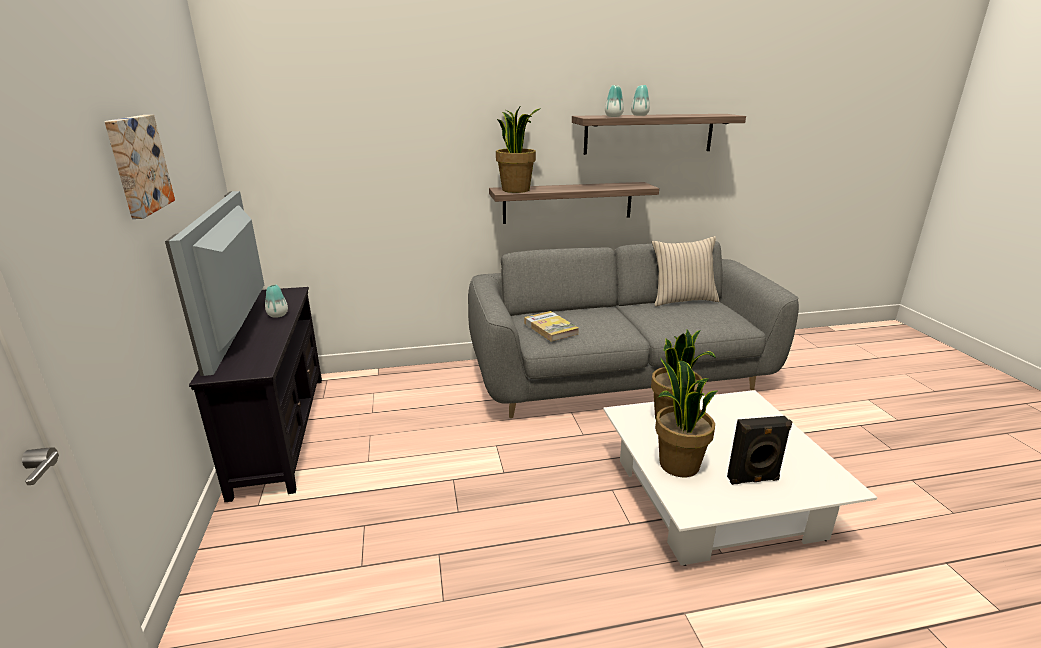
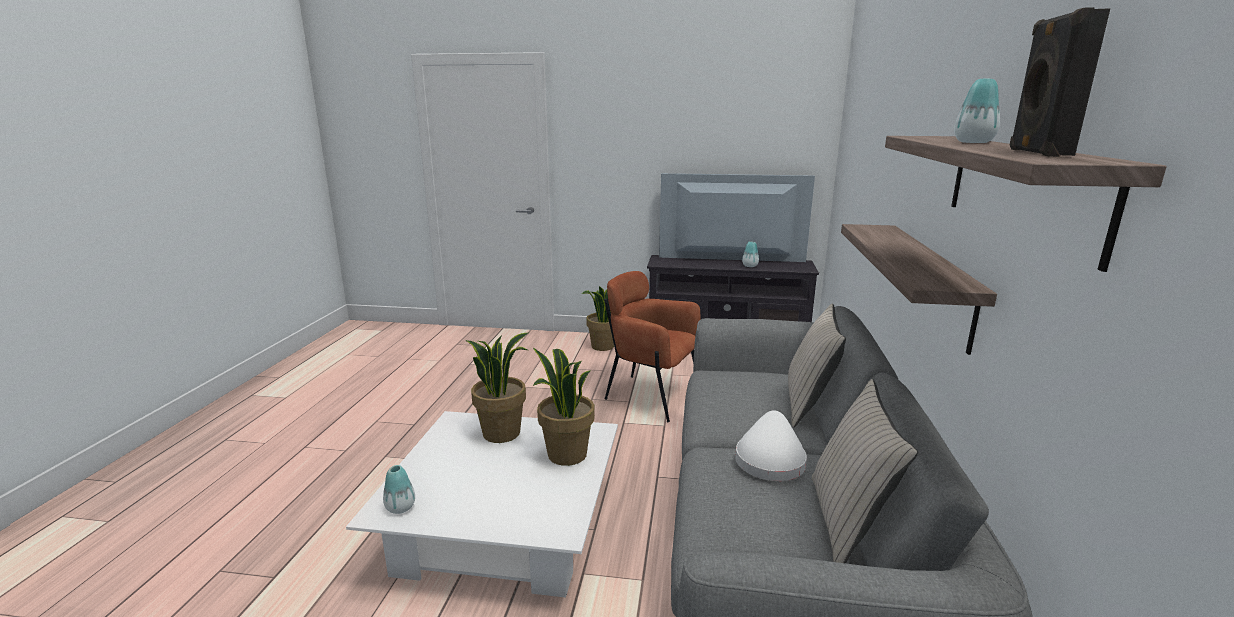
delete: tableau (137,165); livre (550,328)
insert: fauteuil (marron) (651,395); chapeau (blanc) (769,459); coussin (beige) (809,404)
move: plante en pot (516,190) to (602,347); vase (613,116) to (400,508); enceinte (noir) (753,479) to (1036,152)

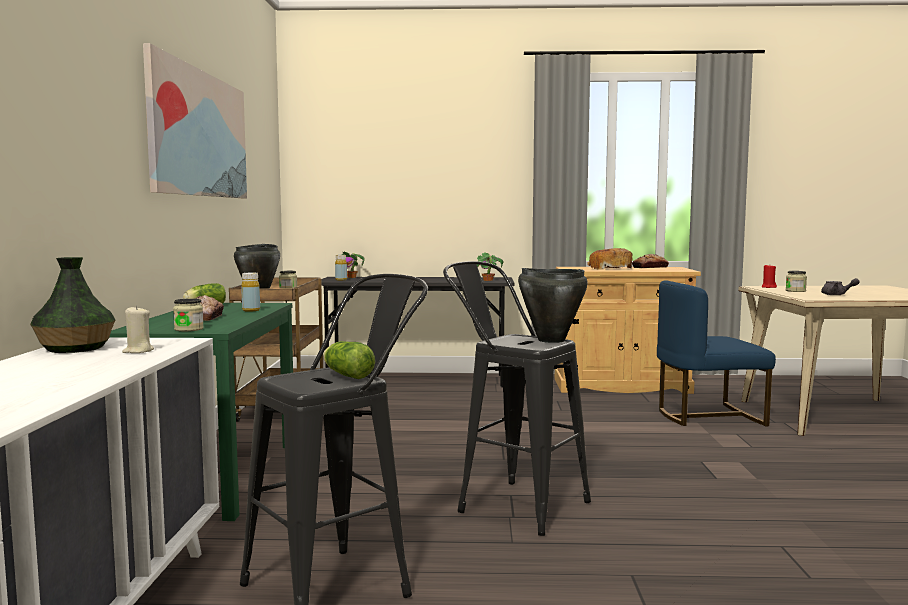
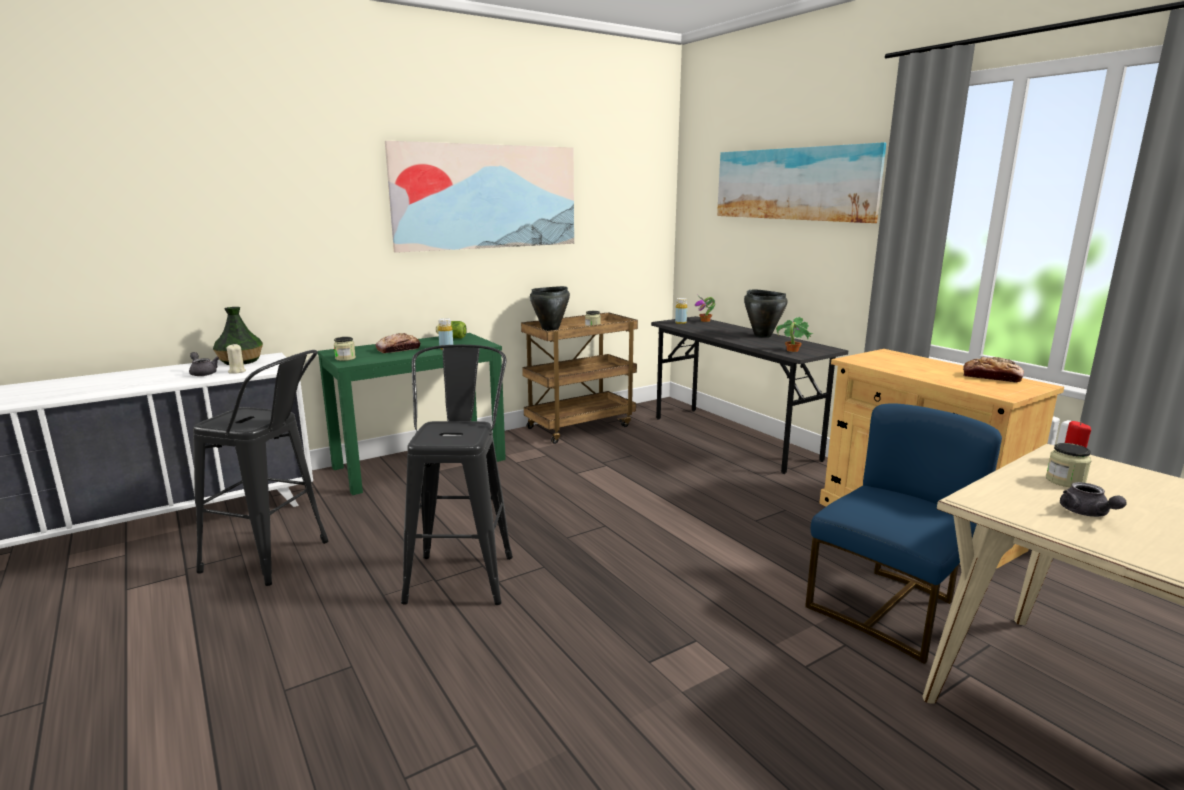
delete: laitue (346,375); pain (609,269)
insert: théière (gris) (203,373); tableau (793,184)
move: marmite (noir) (550,340) to (762,336)
rotate: chaise (bleu) (707,416) = (889,608) 90 degrees clockwise

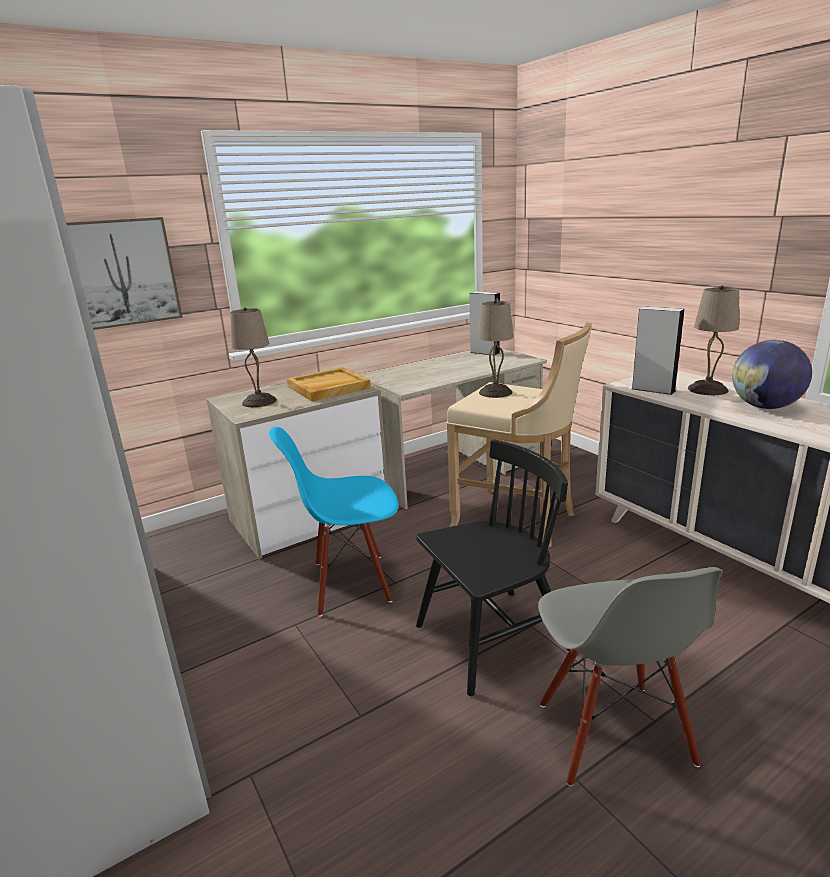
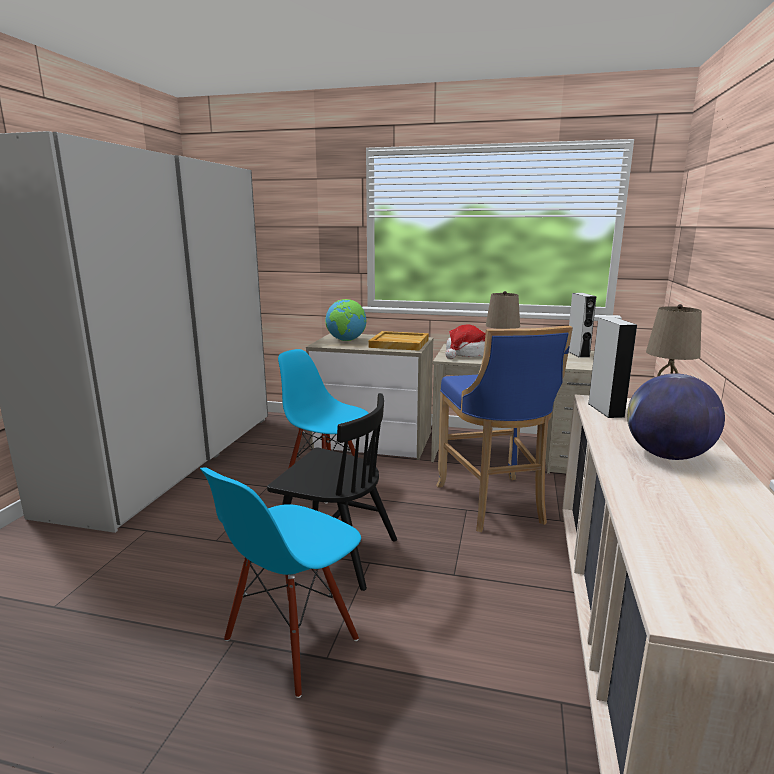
delete: tableau (119,273)
insert: chapeau (468,354)
replace: lampe de table (beige) (260,401) to globe (346,340)
recolor: tabouret (beige) (518,520) to tabouret (bleu) (494,505); chaise (gris) (613,734) to chaise (bleu) (291,642)

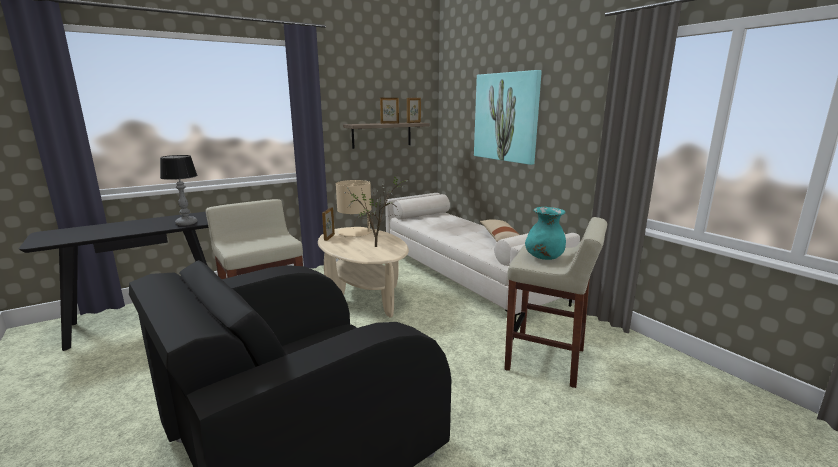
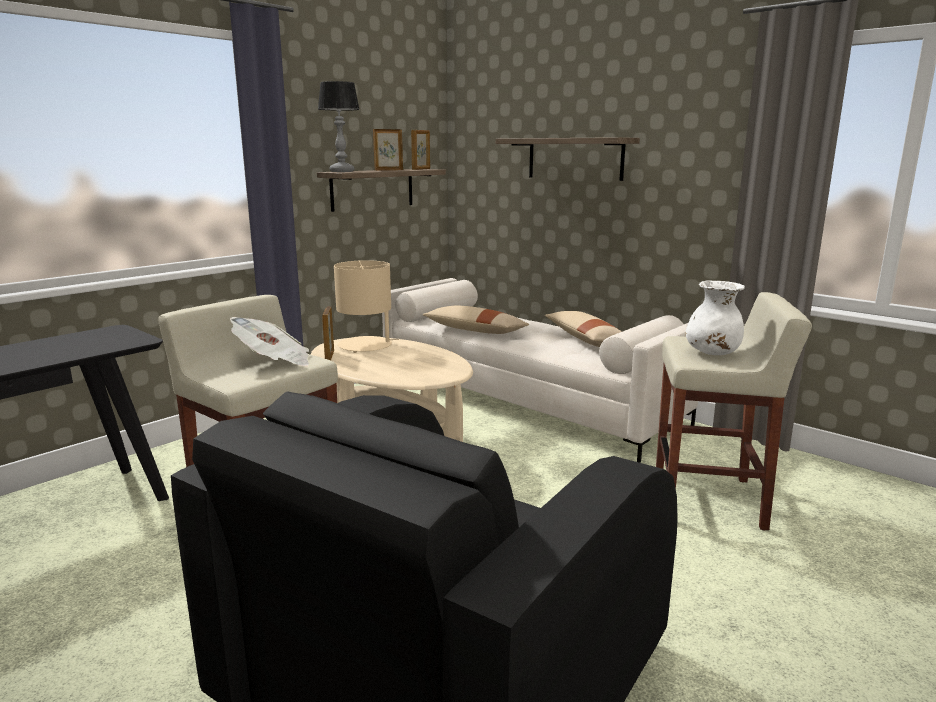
delete: plante en pot (378,246)
insert: journal (274,361); coussin (beige) (475,331)
move: lampe de table (187,223) to (342,171)
replace: tableau (506,117) to étagère (575,158)
recolor: vase (turquoise) (544,258) to vase (blanc) (712,353)

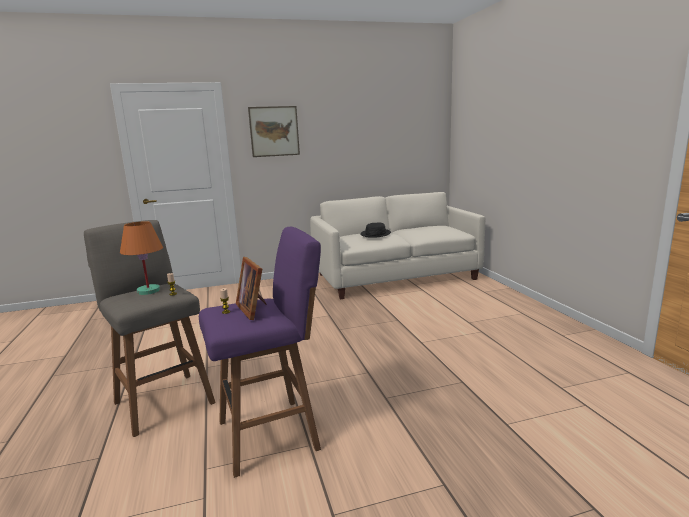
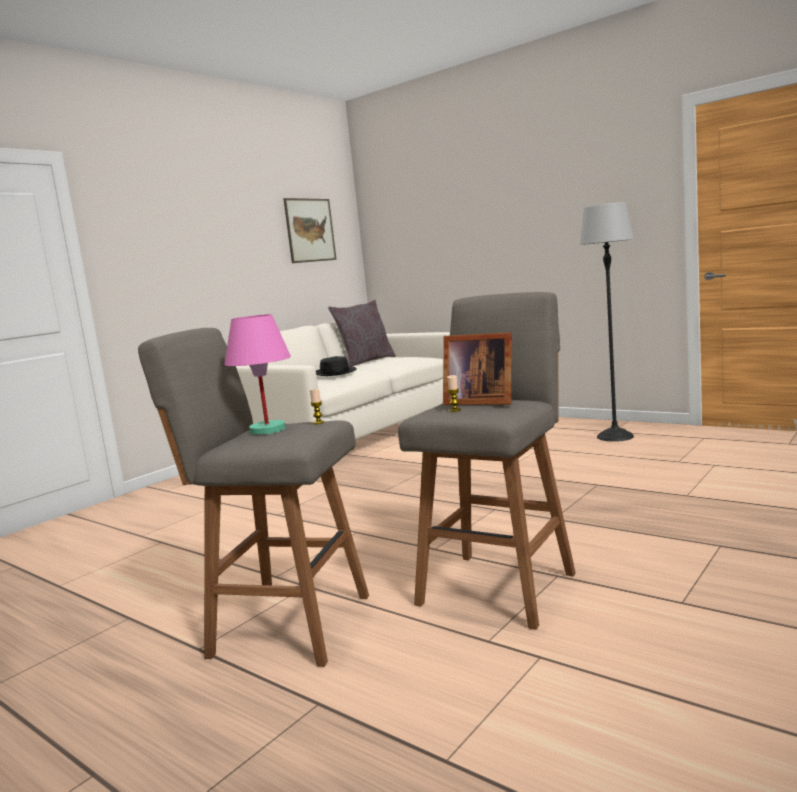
insert: coussin (gris) (366,361); lampadaire (615,436)
move: tableau (274,131) to (310,230)
recolor: lampe de table (orange) (149,291) to lampe de table (rose) (267,430); tabouret (violet) (272,434) to tabouret (gris) (499,586)

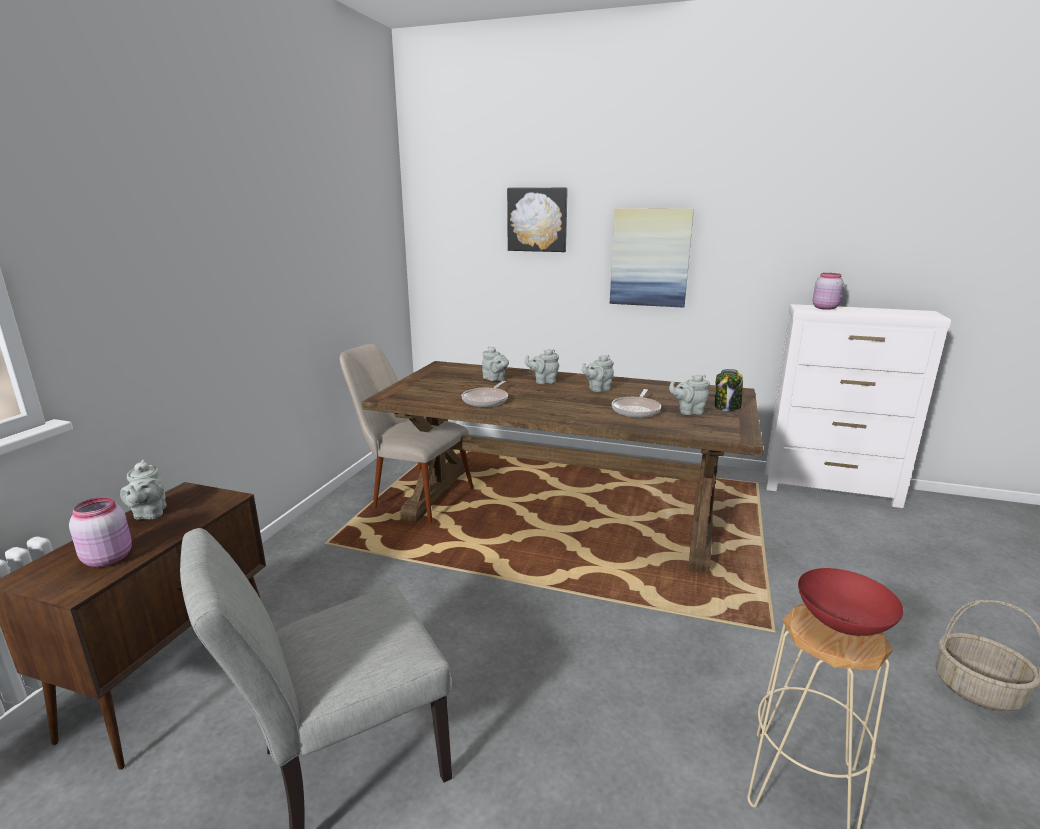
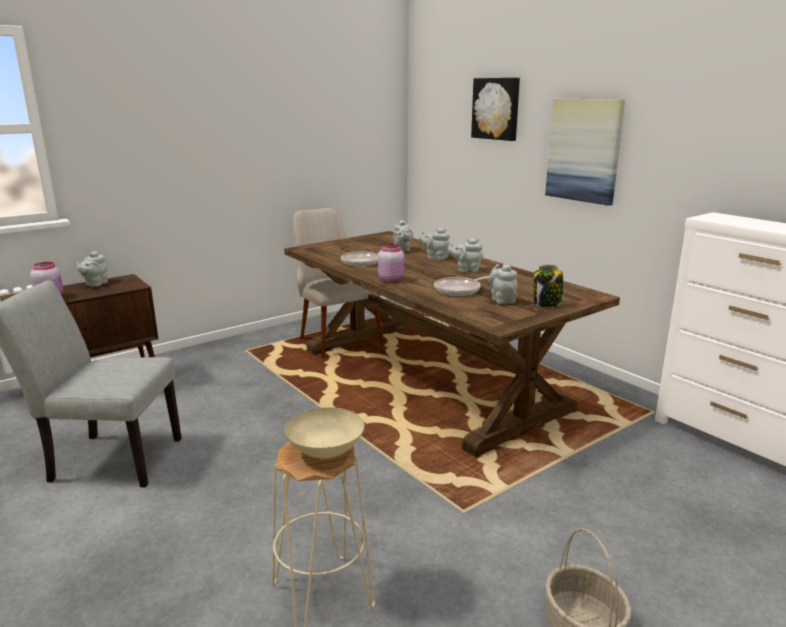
move: bocal (rose) (824,308) to (391,280)
recolor: bol (rouge) (840,623) to bol (beige) (326,451)
rotate: théière (gris) (689,411) = (502,300) 45 degrees clockwise

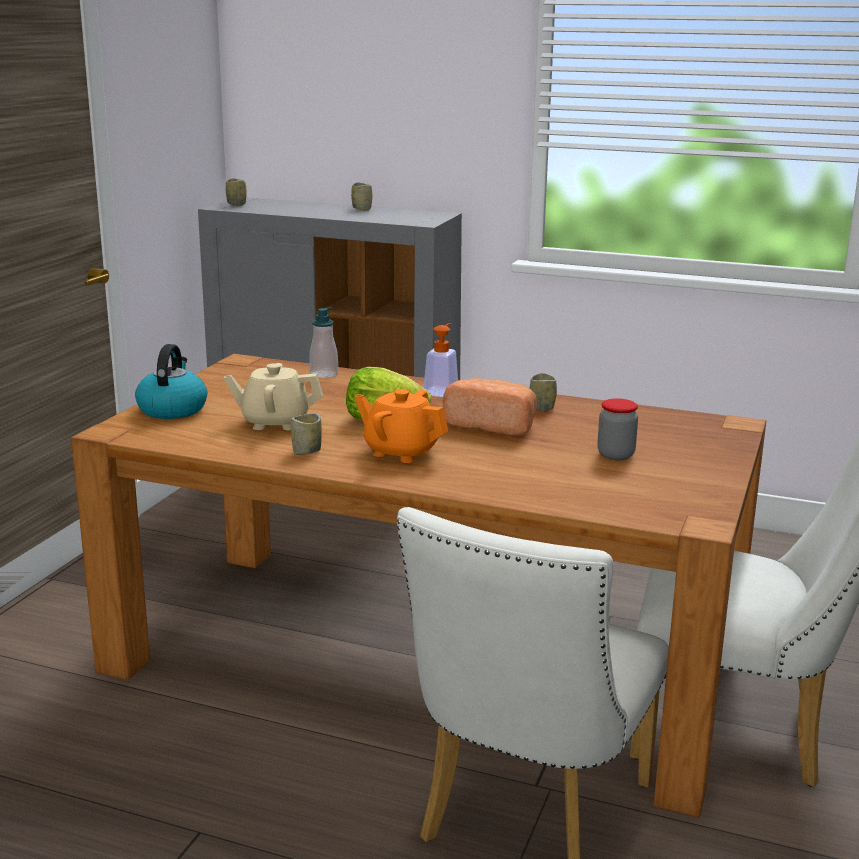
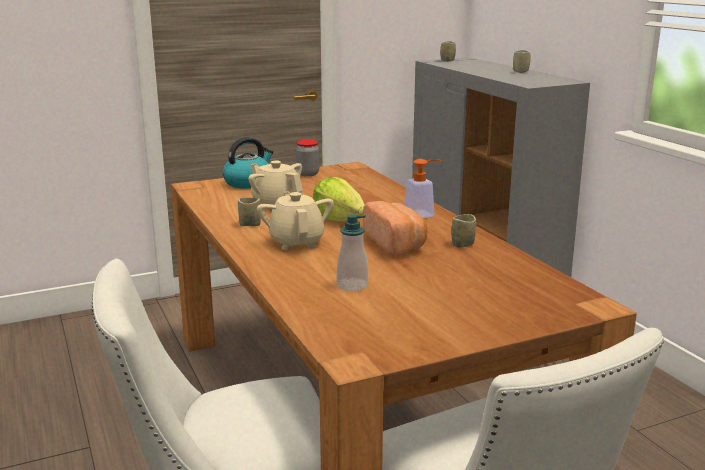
move: distributeur de savon (324,374) to (352,285); bocal (615,455) to (308,174)
recolor: théière (orange) (400,452) to théière (beige) (296,242)

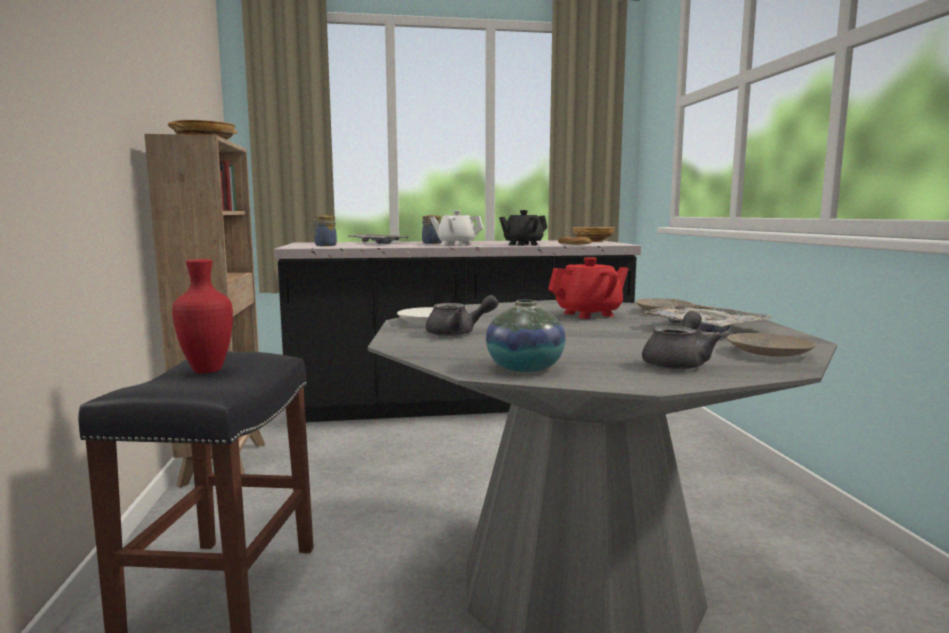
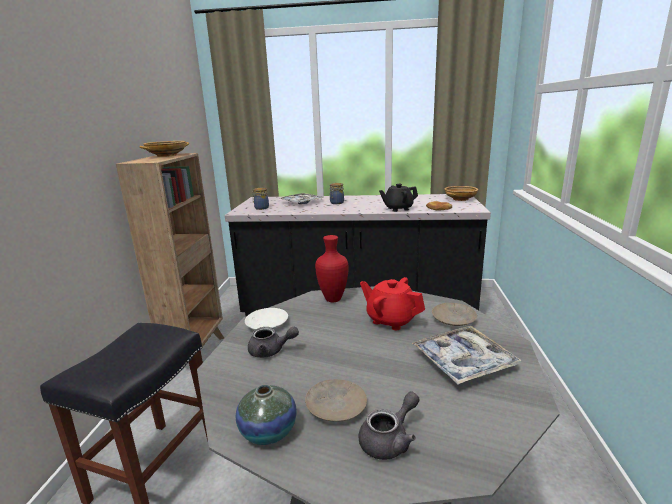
delete: théière (blanc) (456,244)
move: vase (rouge) (208,371) to (333,299); assiette (beige) (767,353) to (335,406)
rotate: théière (rouge) (589,314) = (391,320) 135 degrees counterclockwise

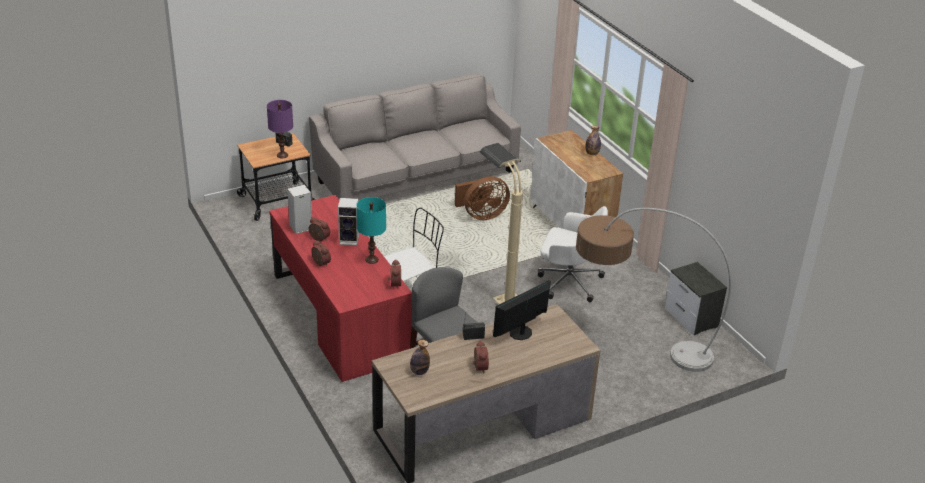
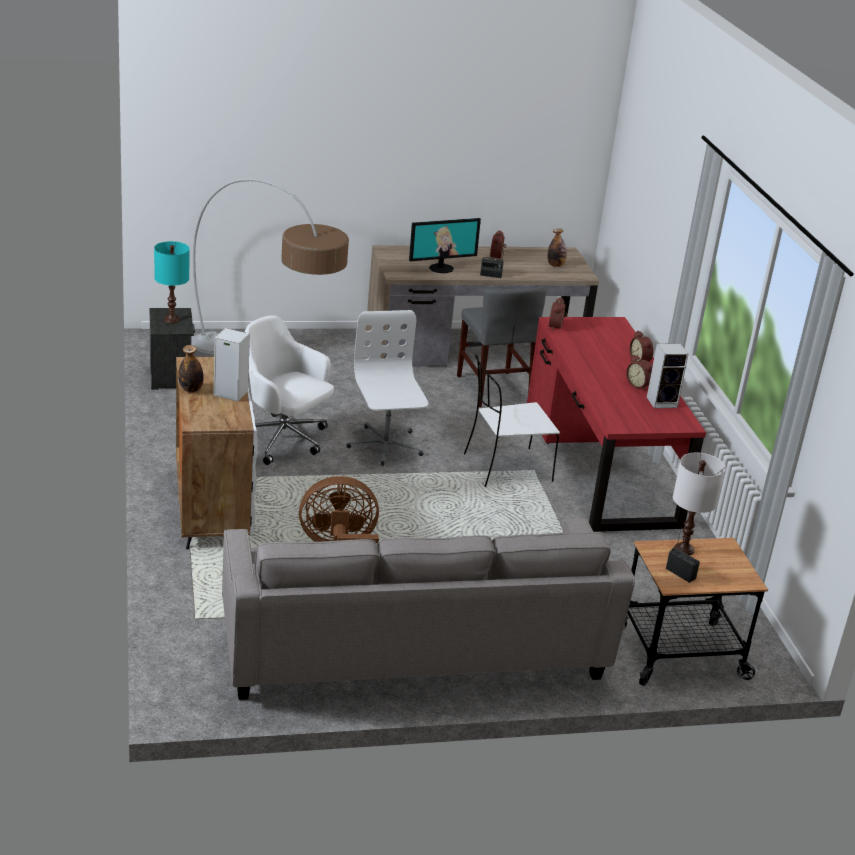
move: enceinte (350,240) to (229,393); lampe de table (turquoise) (371,260) to (172,320)
replace: lampadaire (beige) (499,294) to chaise de bureau (blanc) (385,446)
recolor: lampe de table (violet) (282,155) to lampe de table (blanc) (683,549)

